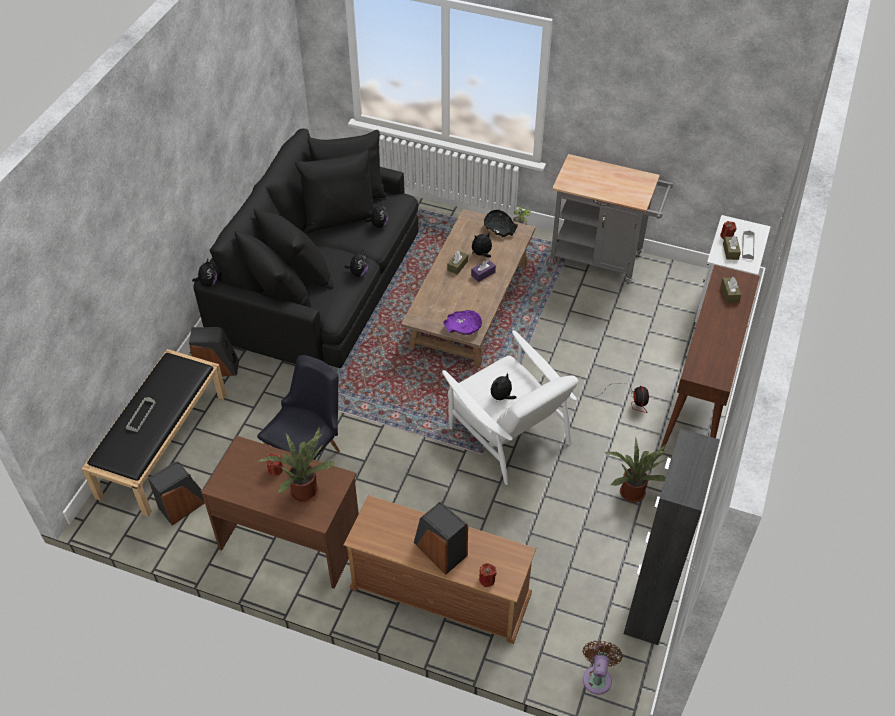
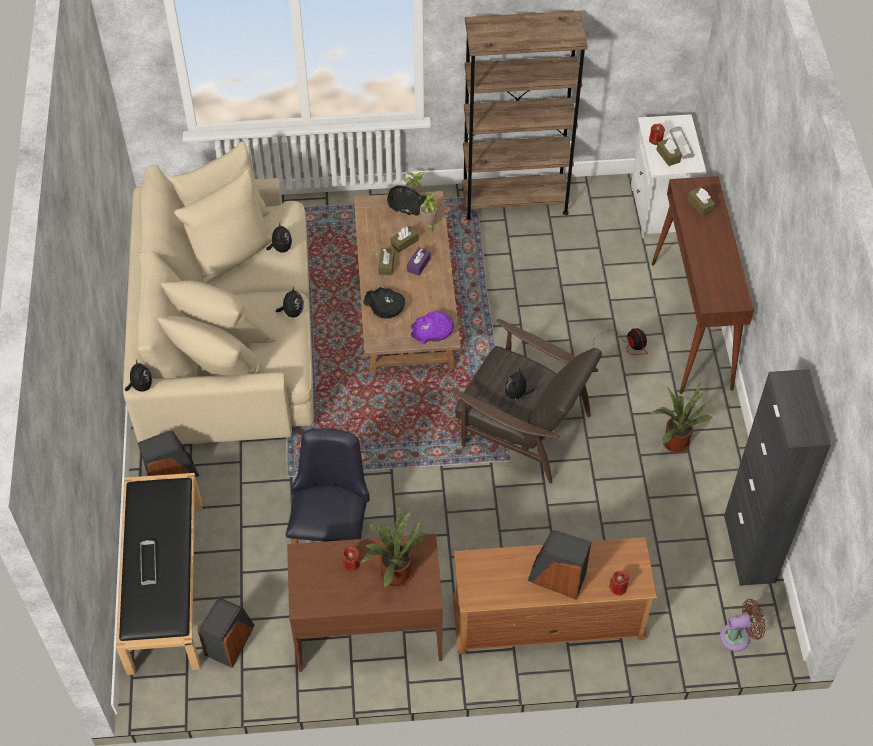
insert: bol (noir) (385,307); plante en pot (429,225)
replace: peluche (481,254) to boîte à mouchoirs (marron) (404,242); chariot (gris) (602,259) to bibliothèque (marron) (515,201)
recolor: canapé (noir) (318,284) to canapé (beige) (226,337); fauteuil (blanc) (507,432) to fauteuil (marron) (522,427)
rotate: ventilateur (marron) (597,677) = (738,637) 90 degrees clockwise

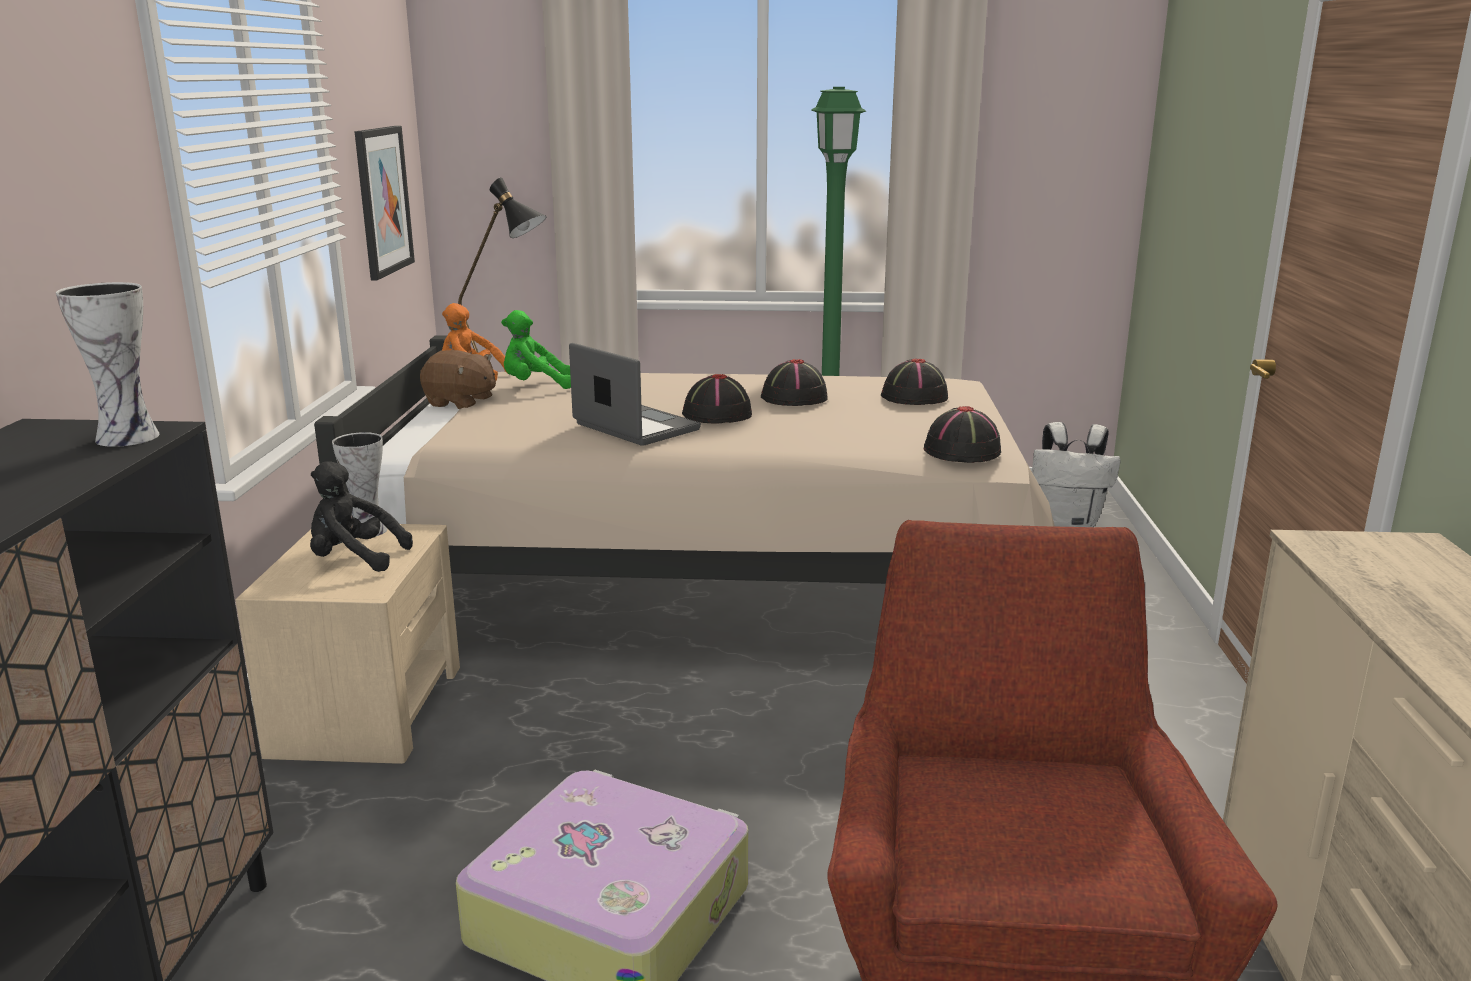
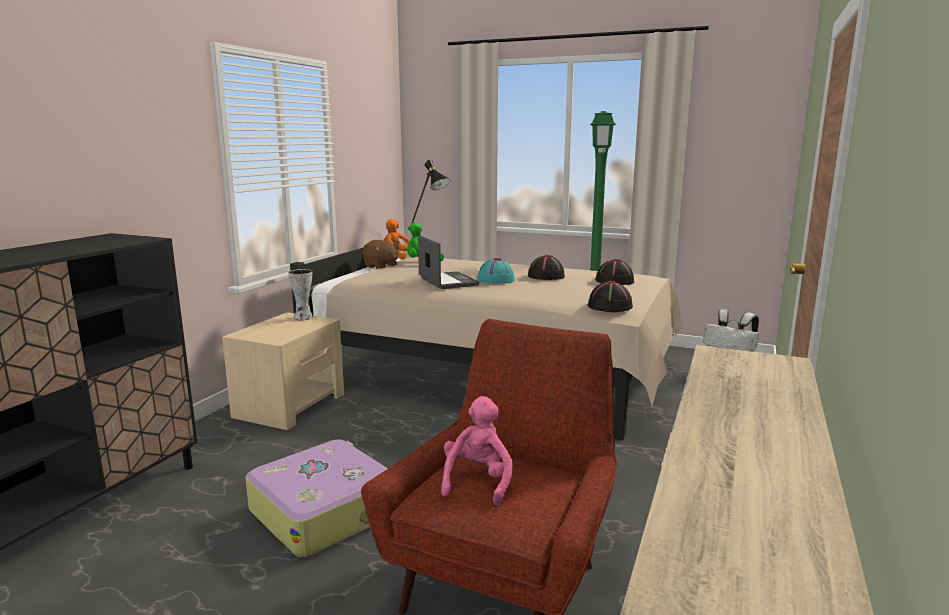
delete: vase (130,436); peluche (noir) (354,559); tableau (383,201)
insert: peluche (rose) (478,481)
recolor: chapeau (noir) (716,415) to chapeau (turquoise) (495,280)

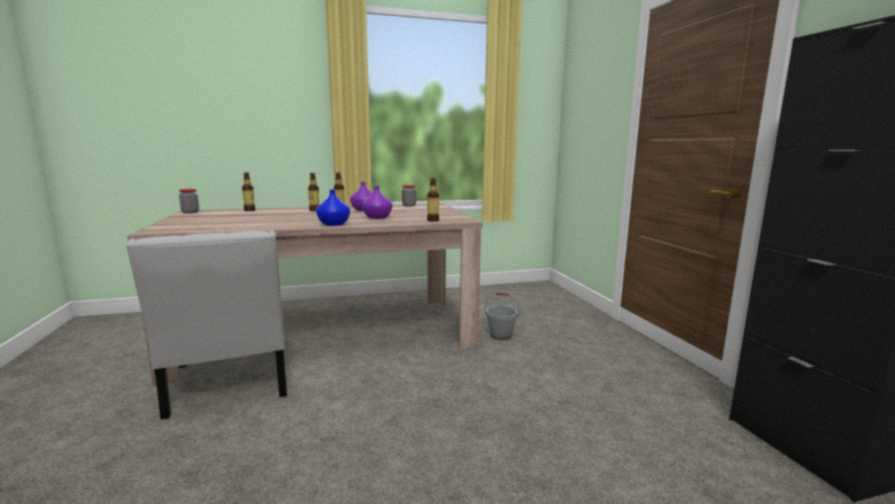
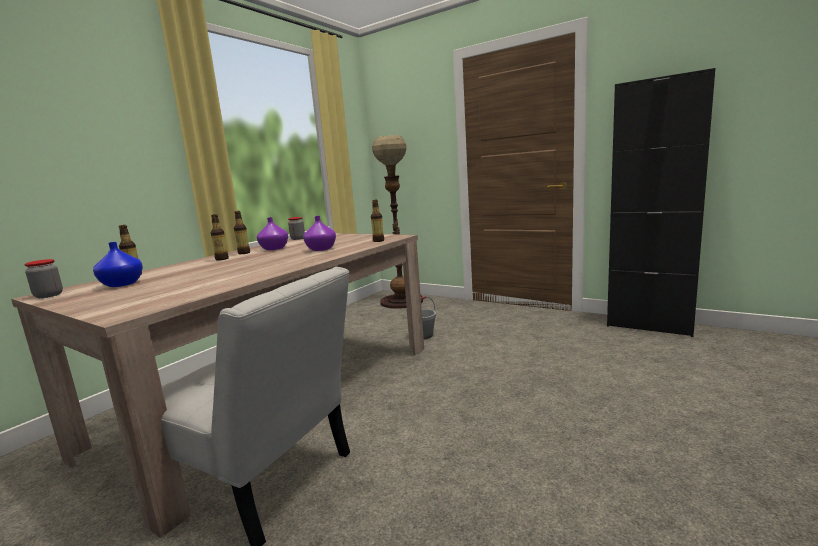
insert: lampadaire (401,301)
move: vase (bleu) (334,224) to (122,284)

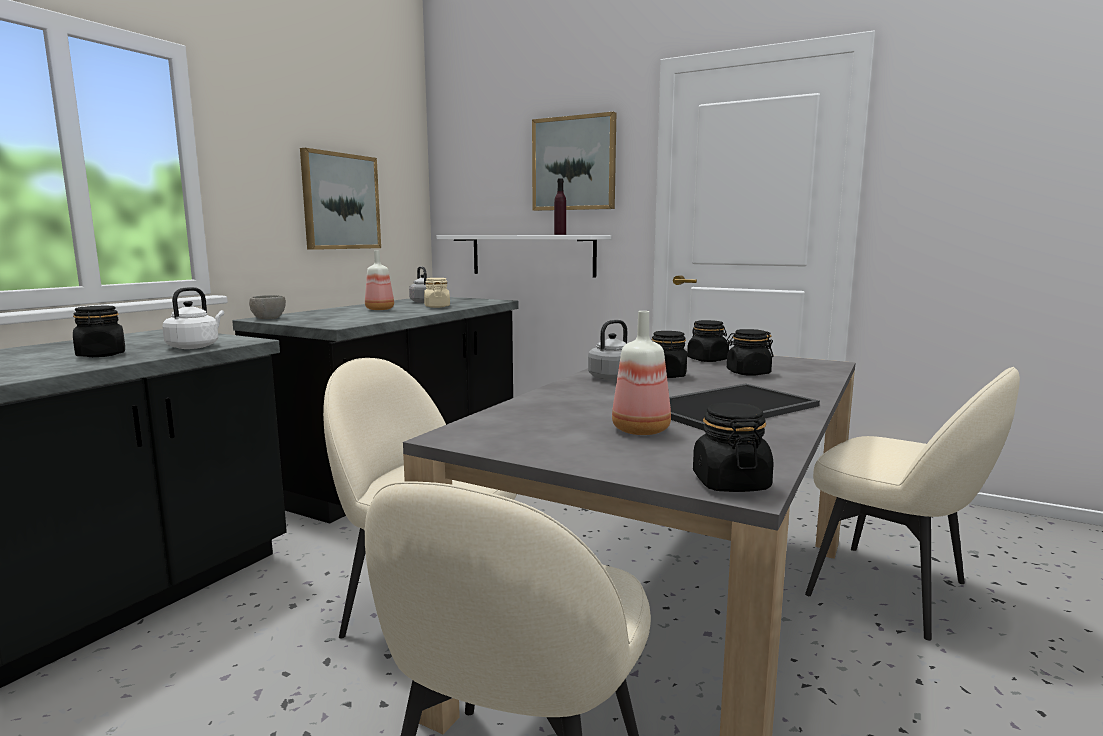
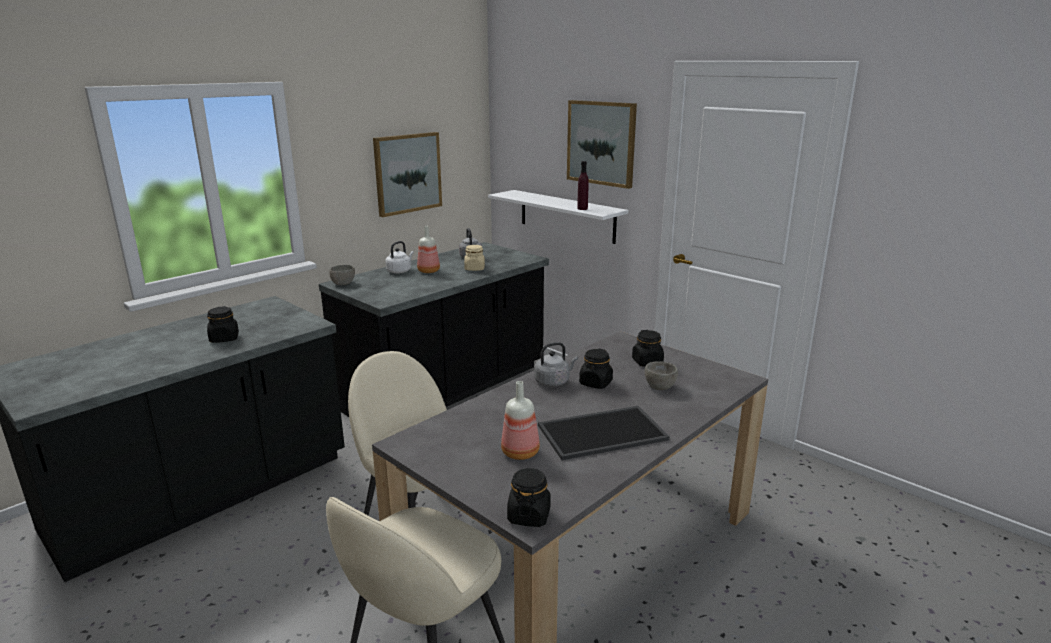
delete: chaise (beige) (892,590)
move: bouilloire (blanc) (195,346) to (400,271)
replace: bocal (noir) (747,373) to bol (gris) (660,386)

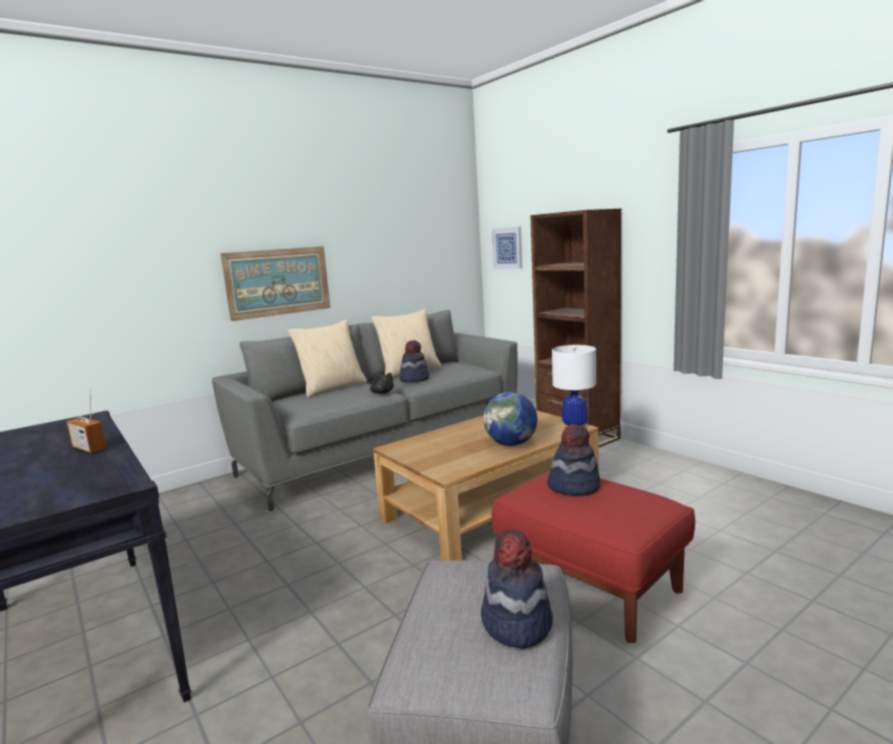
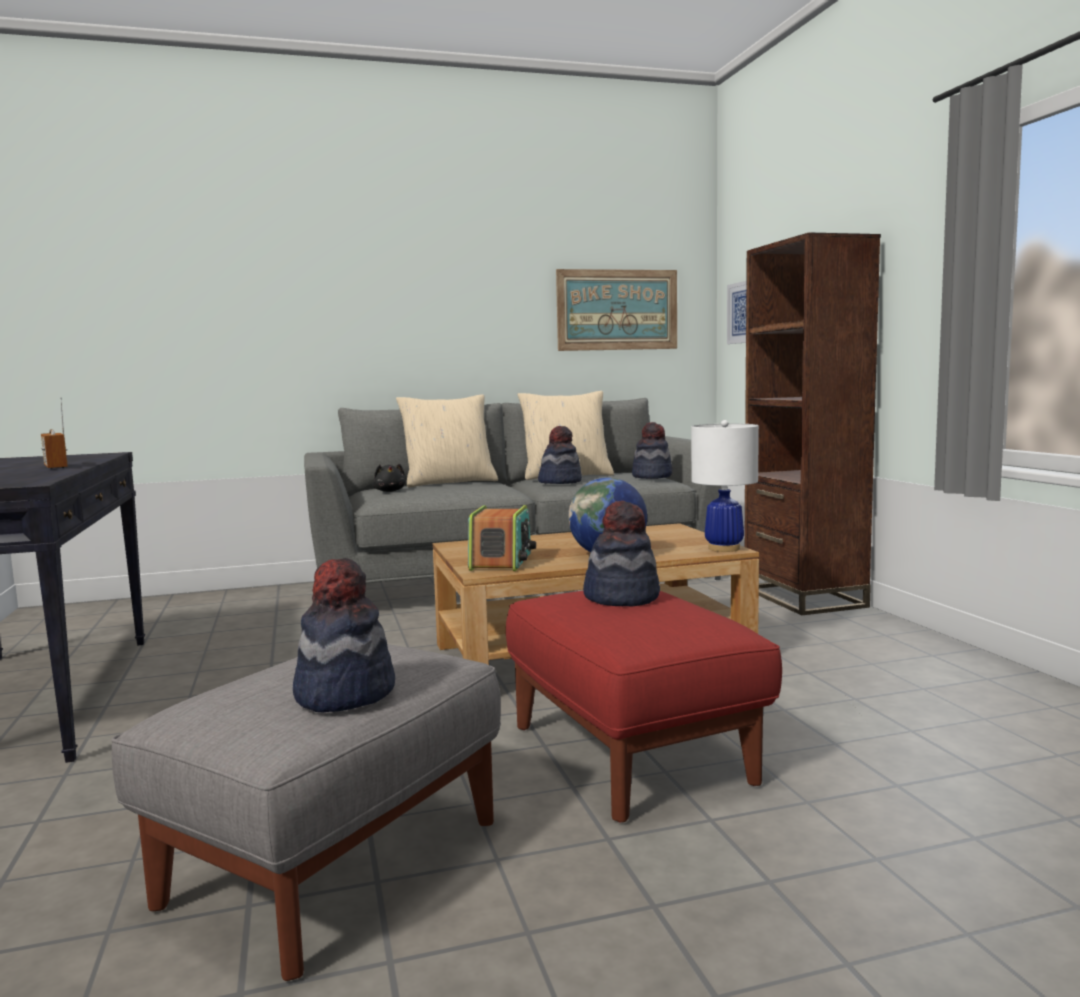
insert: radio (502,562); chapeau (652,476)
move: tableau (278,282) to (617,310); peluche (noir) (382,392) to (389,491)

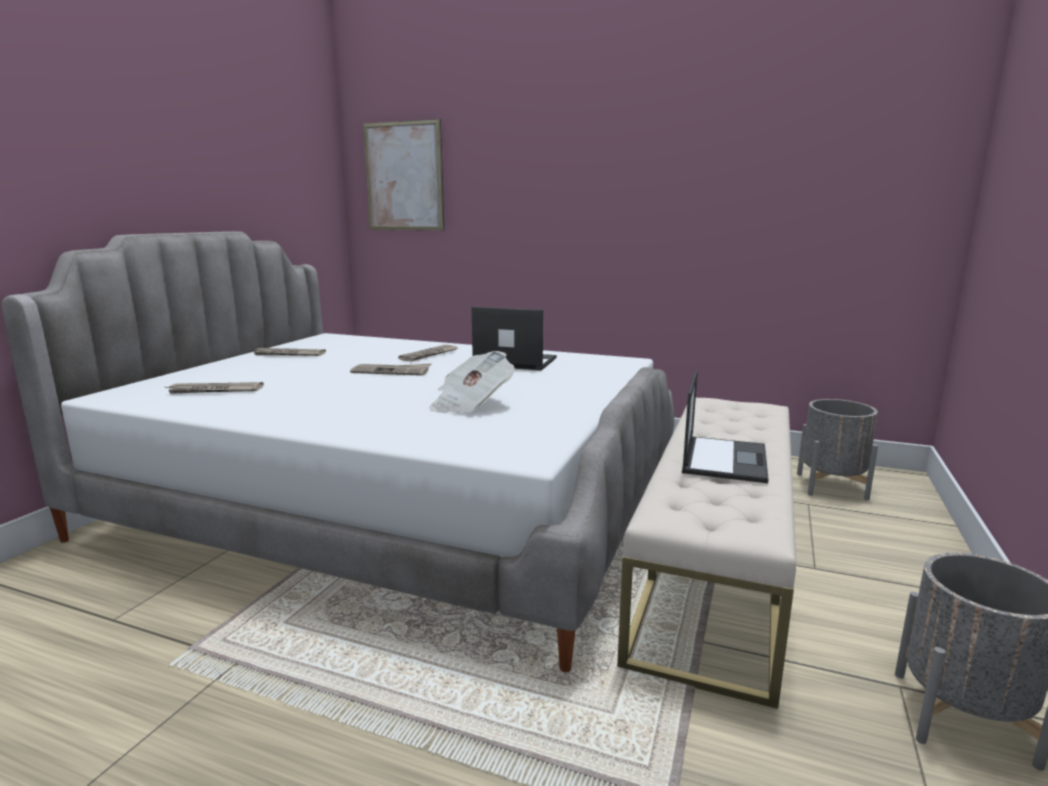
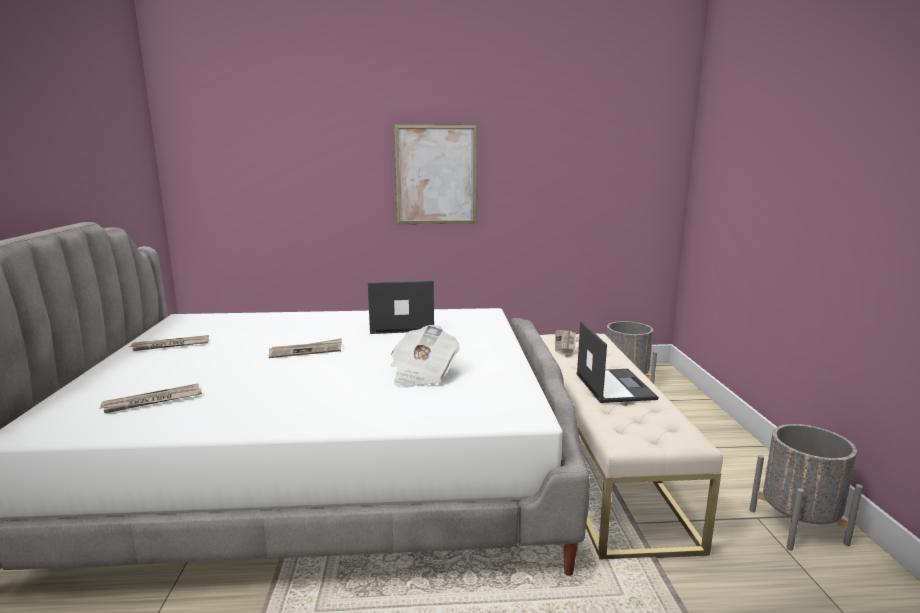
move: tableau (404,176) to (436,175); journal (429,355) to (565,343)

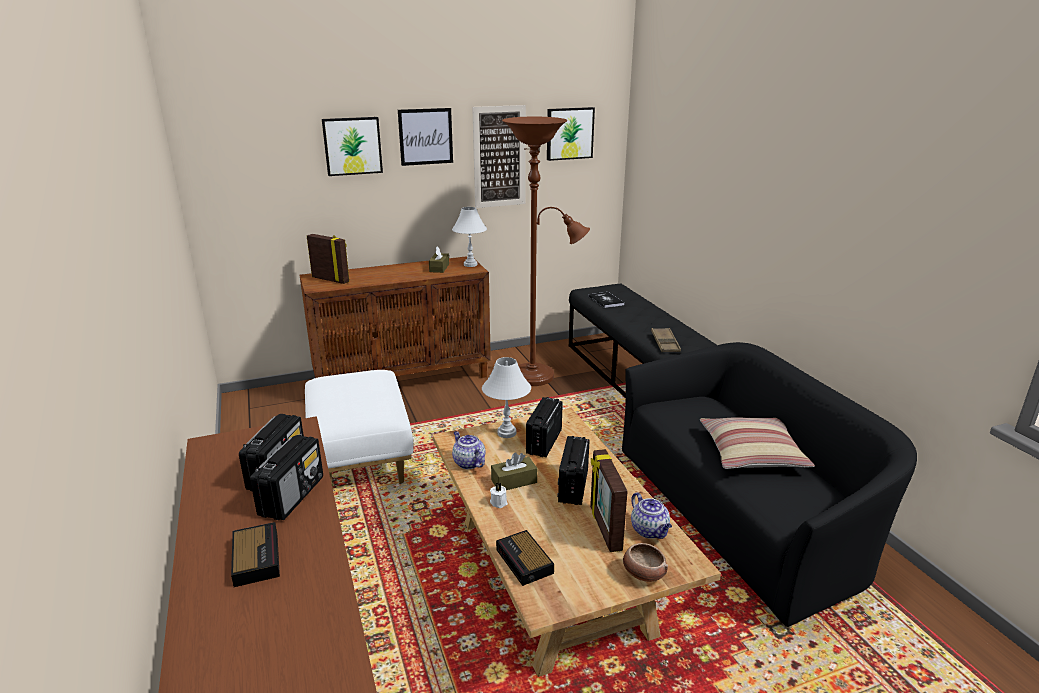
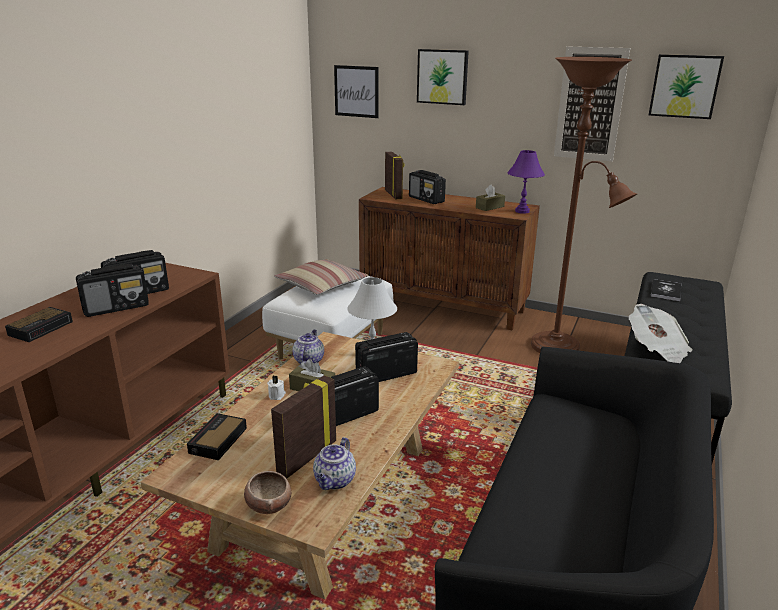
insert: radio (426,199)
move: tableau (425,136) to (356,91); coussin (752,453) to (322,285)
replace: plateau (marron) (665,343) to journal (657,349)
recolor: lampe de table (blanc) (470,265) to lampe de table (violet) (522,211)

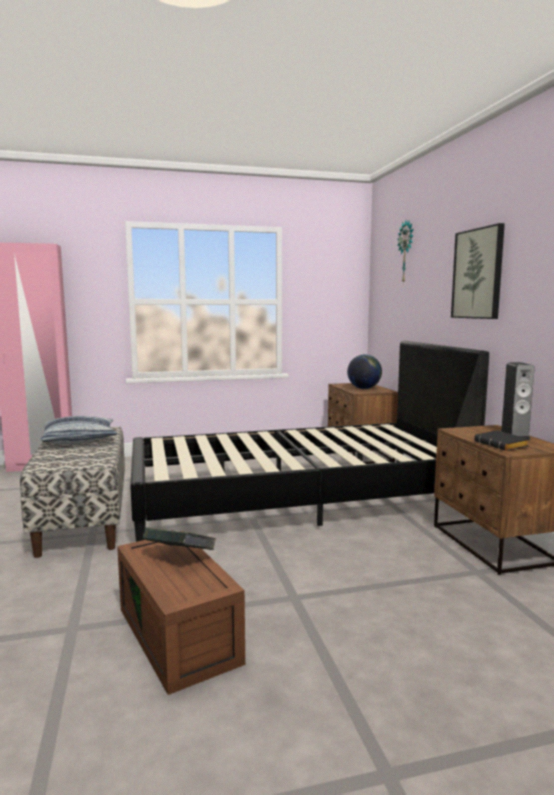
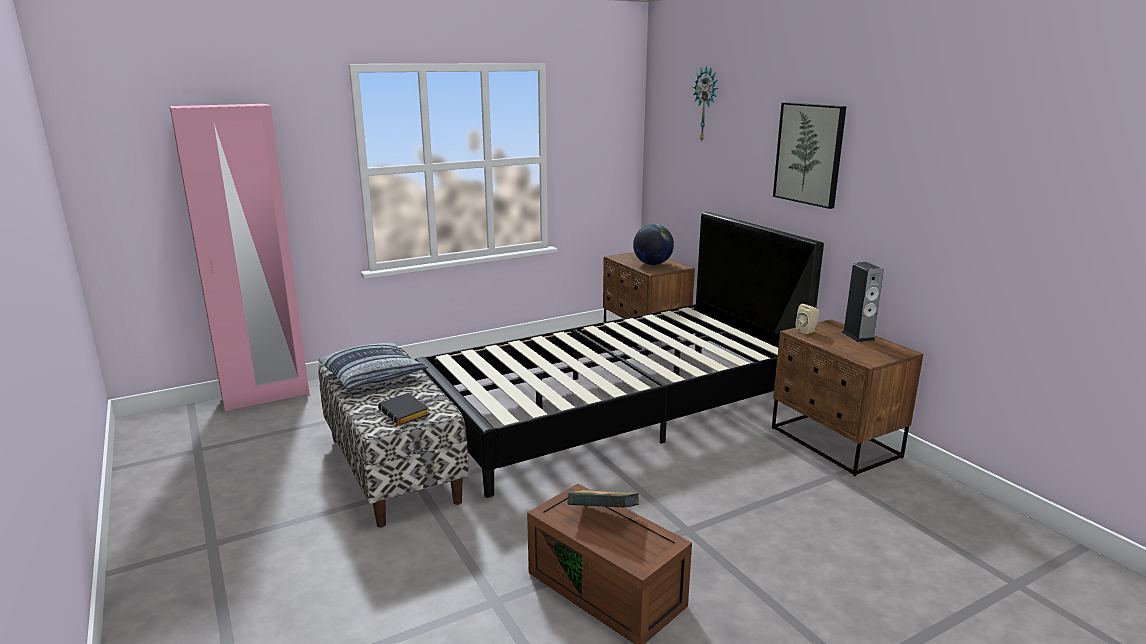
insert: enceinte (beige) (807,331)
move: livre (noir) (502,445) to (406,414)

